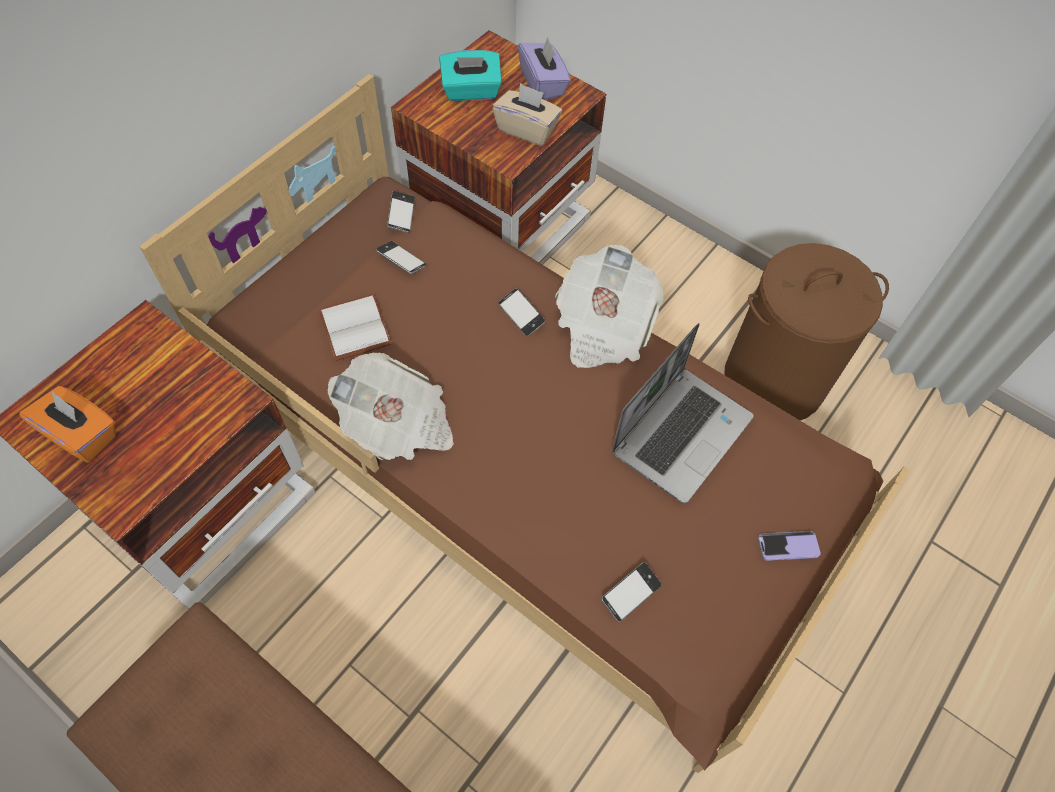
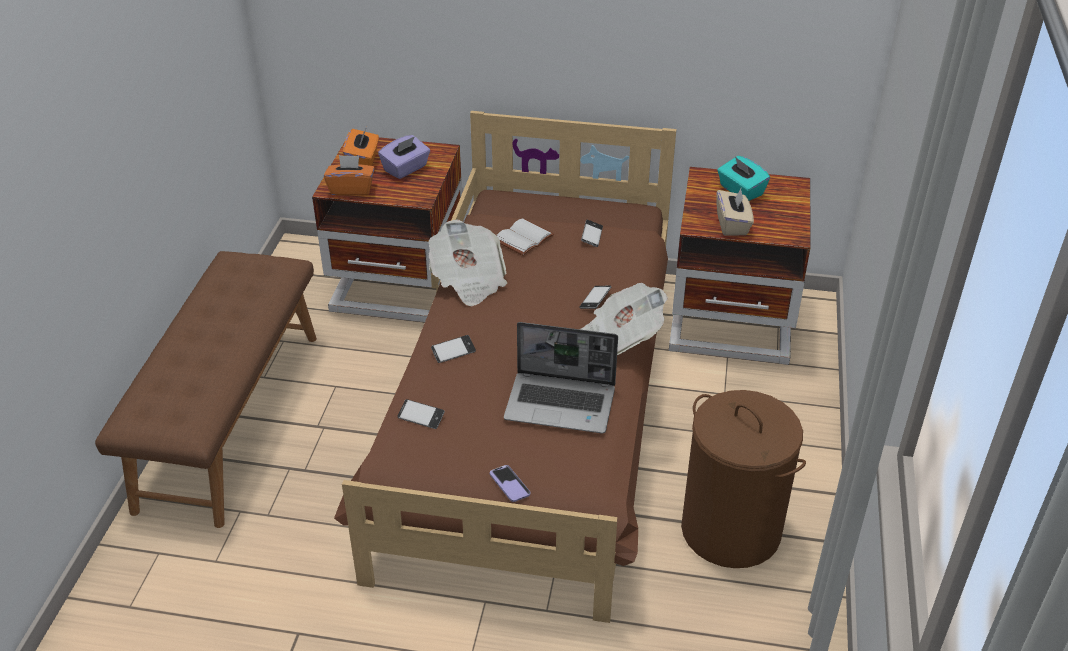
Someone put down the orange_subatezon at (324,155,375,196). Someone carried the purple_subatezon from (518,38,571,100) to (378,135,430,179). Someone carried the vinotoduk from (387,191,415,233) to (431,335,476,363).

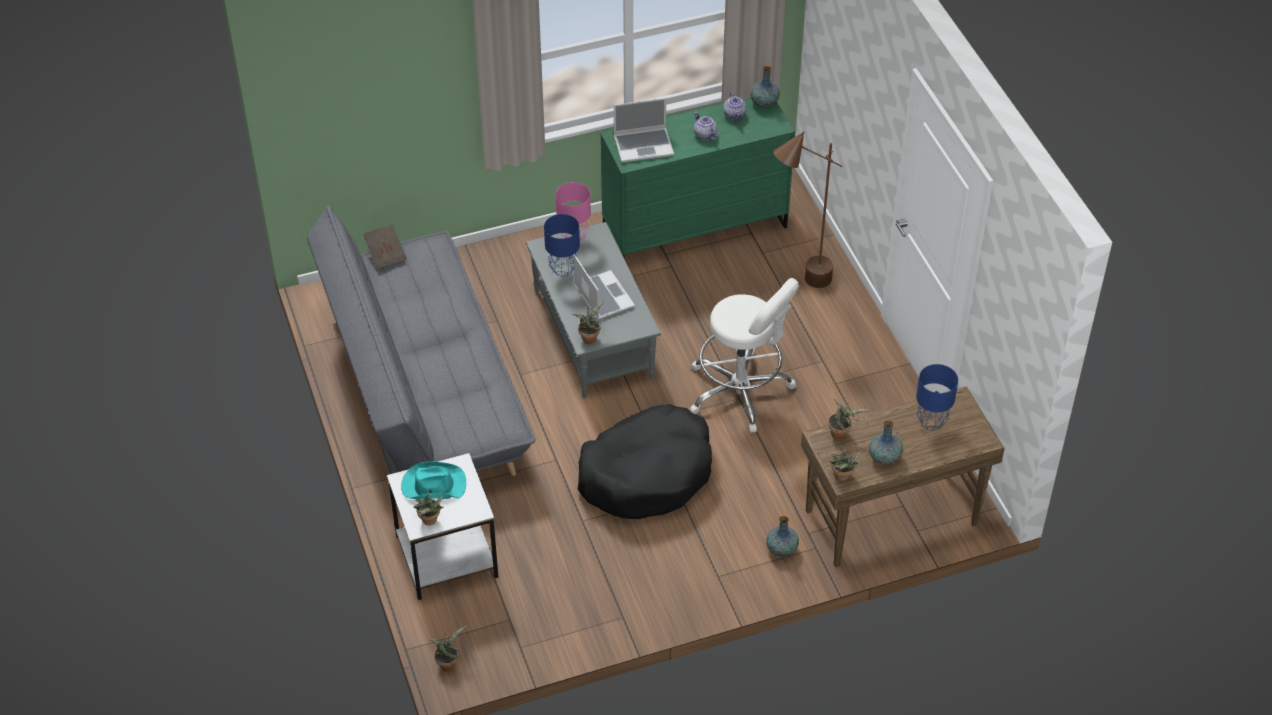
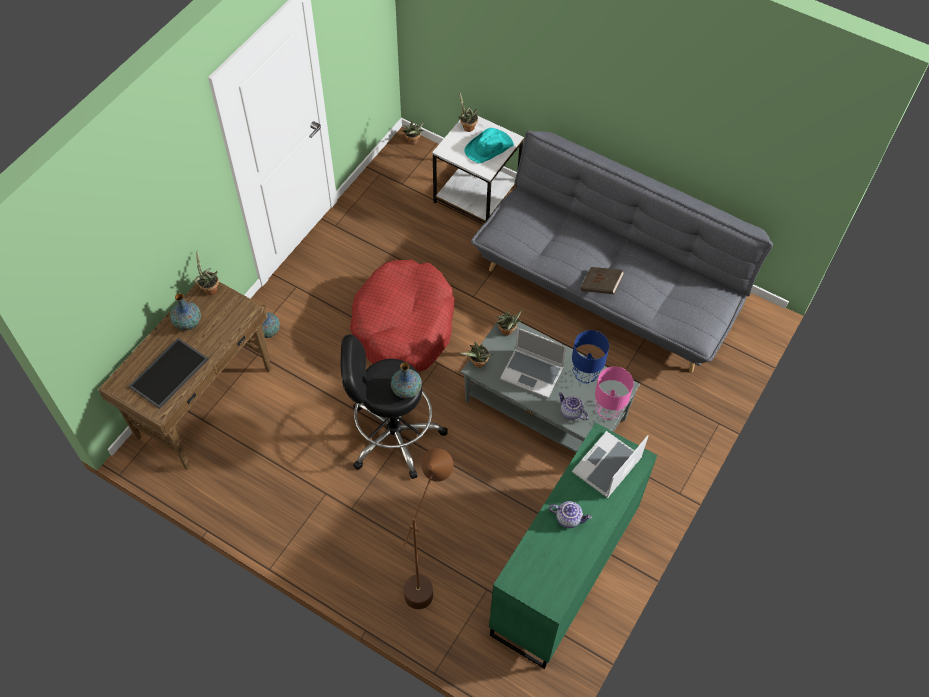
Someone swapped the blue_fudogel at (916,364,958,431) for the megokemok at (128,338,209,409). Someone repainted the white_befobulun at (690,278,799,433), which became the black_befobulun at (341,334,448,479). Someone repainted the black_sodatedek at (578,404,712,519), which became the red_sodatedek at (350,260,455,372). Someone carried the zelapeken from (750,66,780,108) to (391,362,422,399). Someone carried the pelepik from (828,399,869,439) to (460,341,493,368). Someone carried the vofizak from (723,92,746,121) to (558,392,588,420). Someone carried the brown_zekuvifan from (364,224,406,269) to (581,267,624,294).

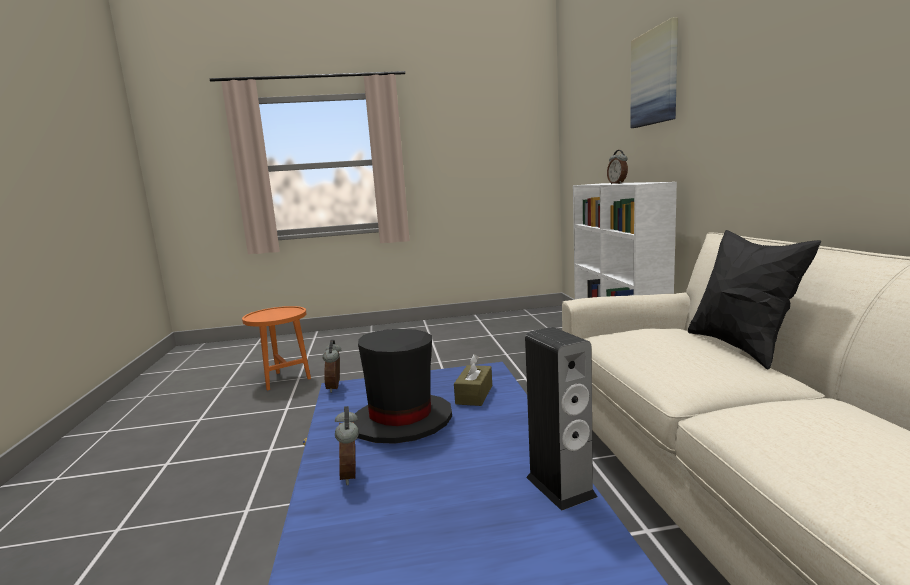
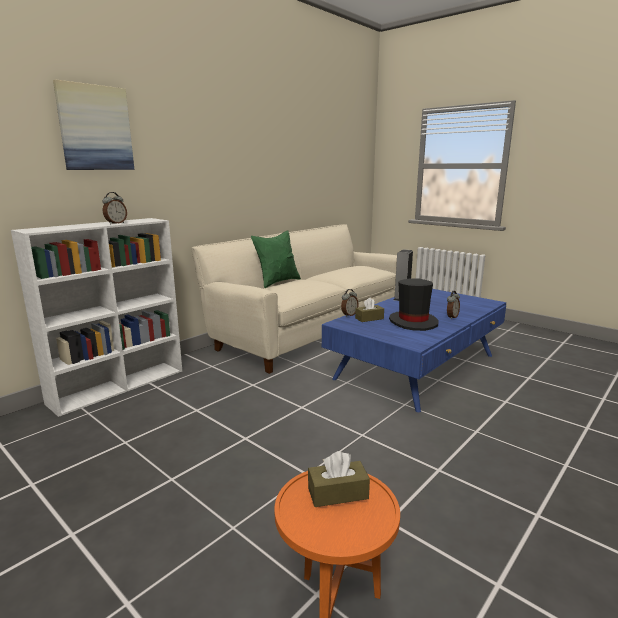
Someone repainted the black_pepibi at (688,230,821,369), which became the green_pepibi at (251,230,301,288). Someone put down the brown_subatezon at (308,451,370,507). Someone carried the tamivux from (323,340,341,393) to (341,289,358,317).

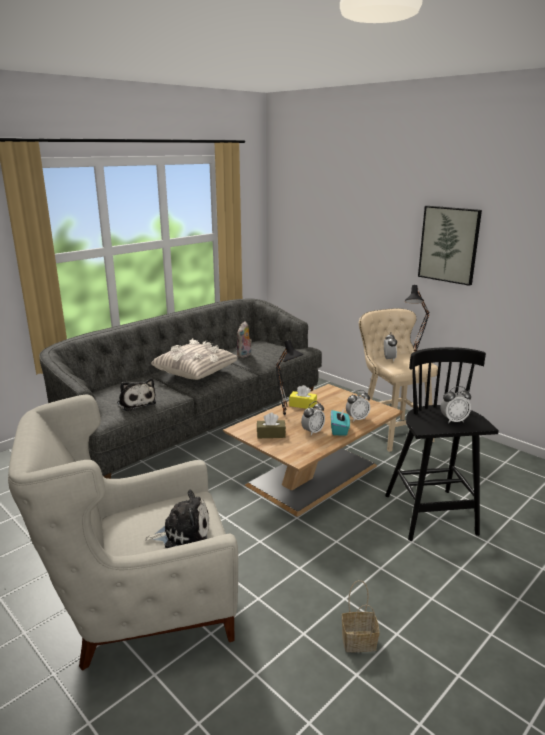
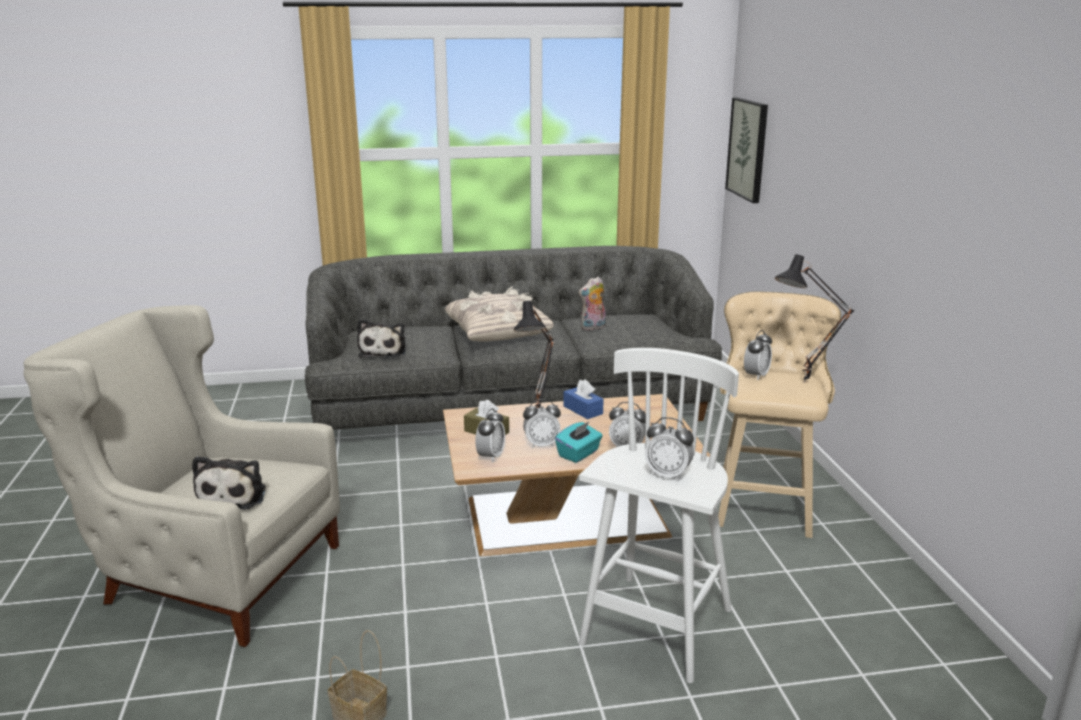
Someone rotated the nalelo at (145,489,209,548) by 60 degrees clockwise. Someone put down the tamivux at (475,408,505,463). Someone repainted the yellow_subatezon at (289,385,317,409), which became the blue_subatezon at (563,379,604,419). Someone repainted the black_befobulun at (385,347,499,541), which became the white_befobulun at (579,348,739,683). Someone carried the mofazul from (418,206,482,286) to (725,98,768,203).

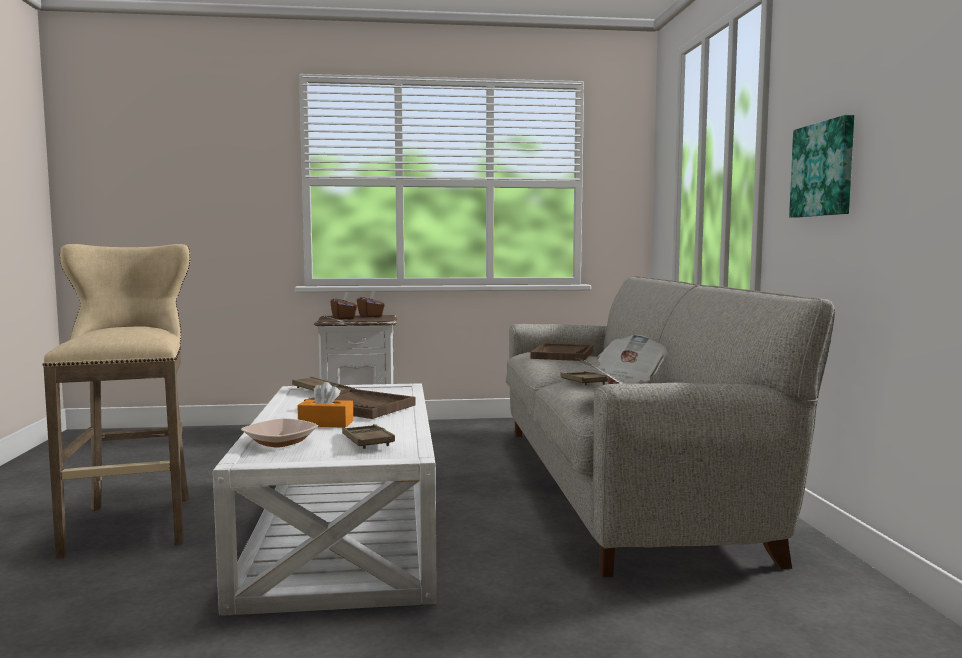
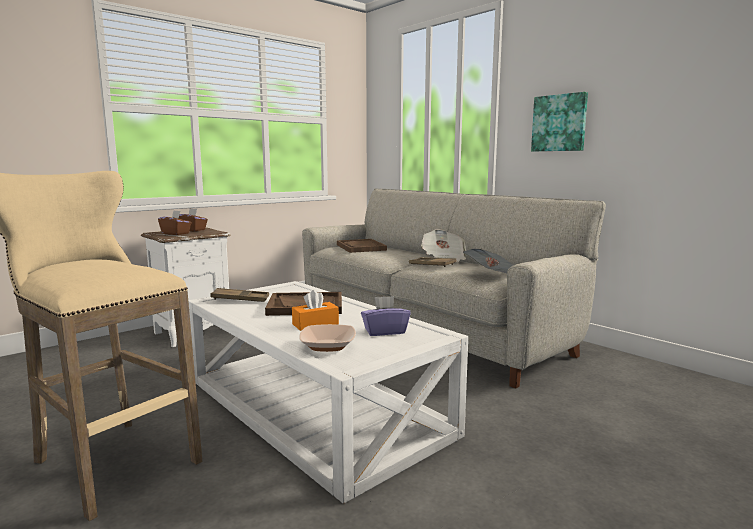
Someone swapped the brown_megokemok at (342,424,395,449) for the purple_subatezon at (361,296,411,336).

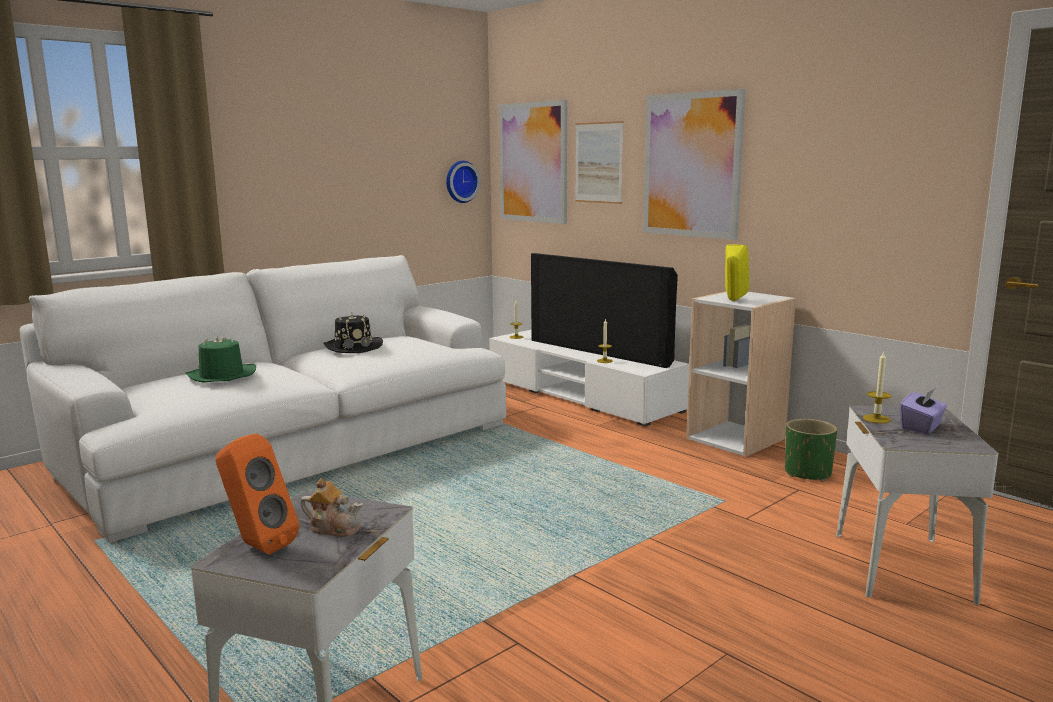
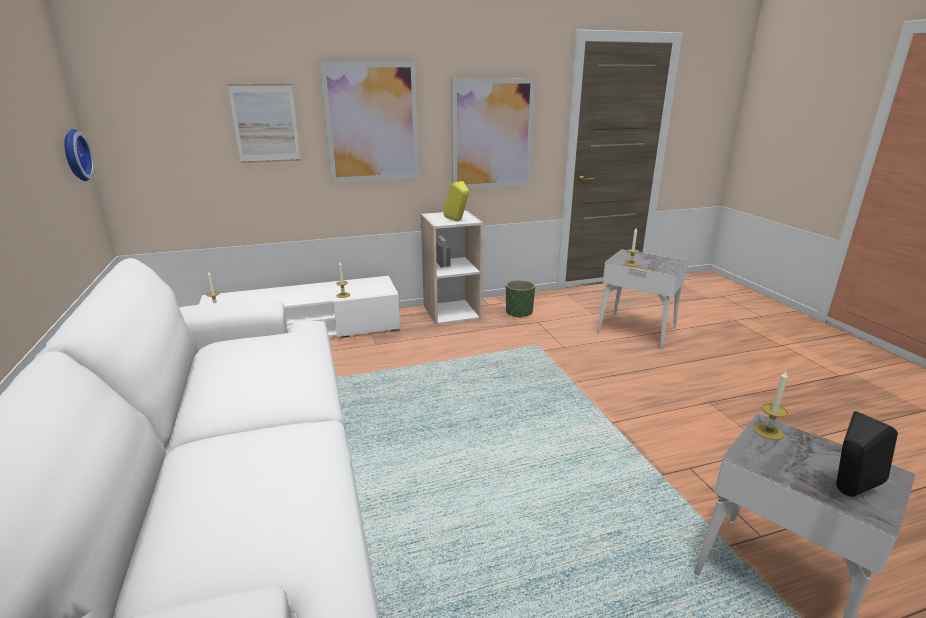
Someone carried the mofazul from (499,100,567,224) to (451,78,535,189). Someone put down the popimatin at (754,371,788,440). Someone repainted the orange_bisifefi at (215,434,299,555), which became the black_bisifefi at (836,411,898,497). Someone took away the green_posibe at (186,335,256,383). Someone took away the vofizak at (300,478,363,537). Someone took away the black_posibe at (323,313,383,353). Someone took away the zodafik at (531,253,678,368). Someone took away the purple_subatezon at (900,388,947,434).

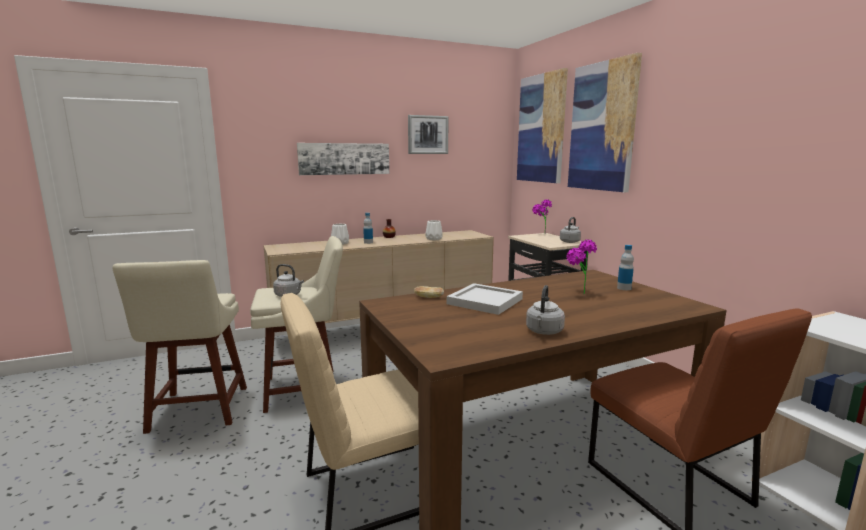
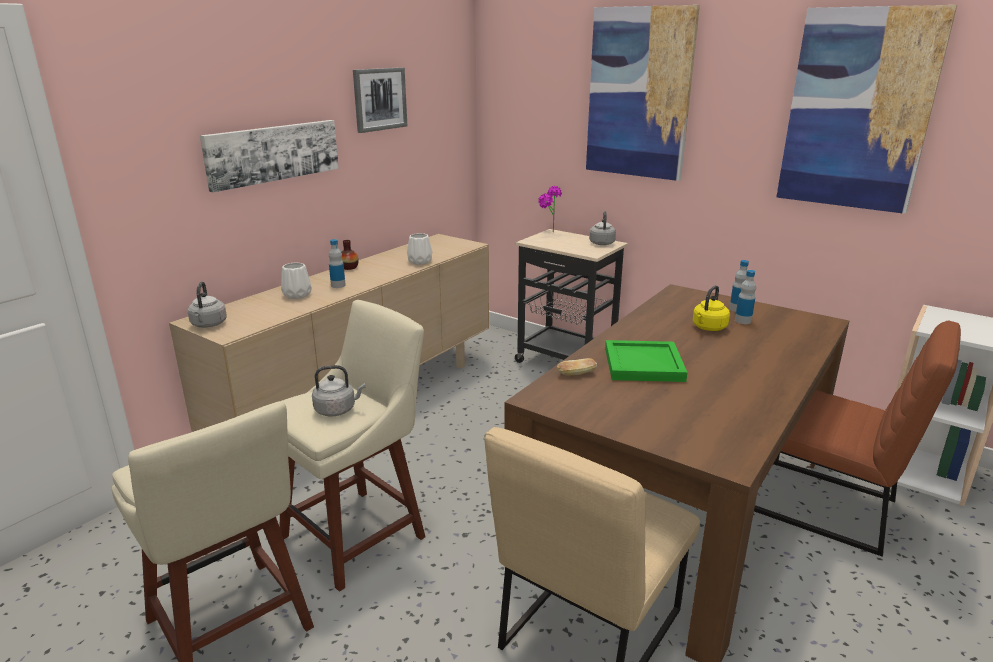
Someone carried the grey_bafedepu from (526,285,565,335) to (188,282,227,328). Someone repainted the white_megokemok at (447,283,523,315), which became the green_megokemok at (605,340,688,382). Someone swapped the pelepik at (566,240,597,294) for the yellow_bafedepu at (693,285,730,331). Someone put down the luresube at (735,270,756,324). Someone carried the mofazul from (517,68,568,183) to (776,5,957,214).

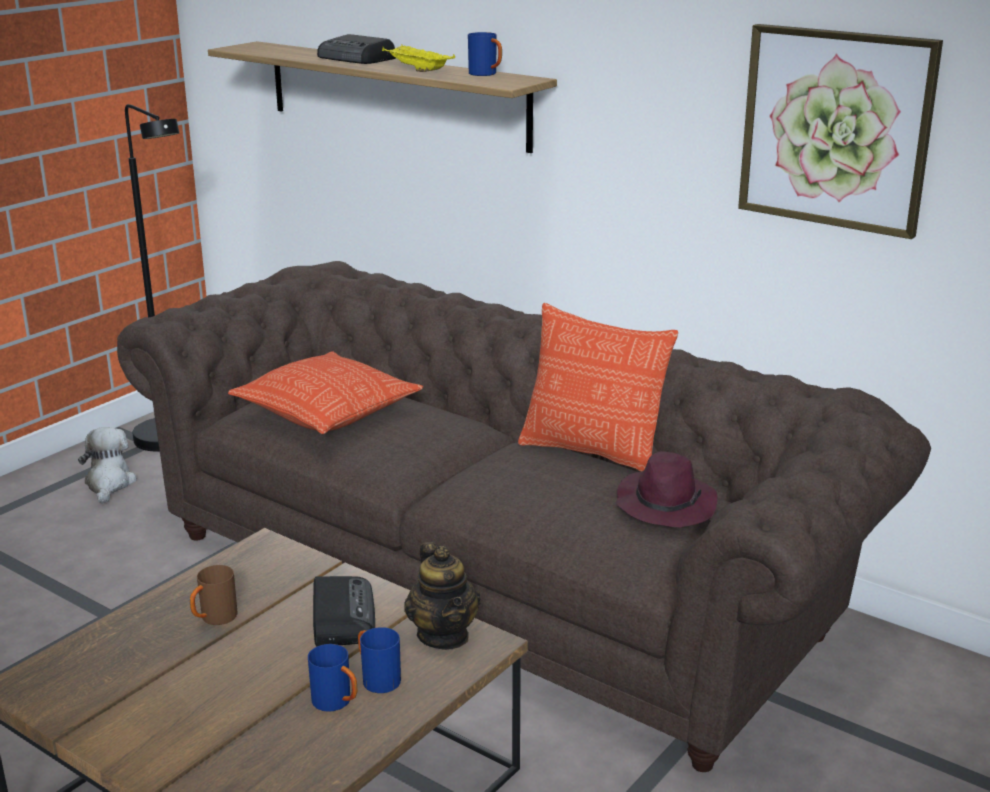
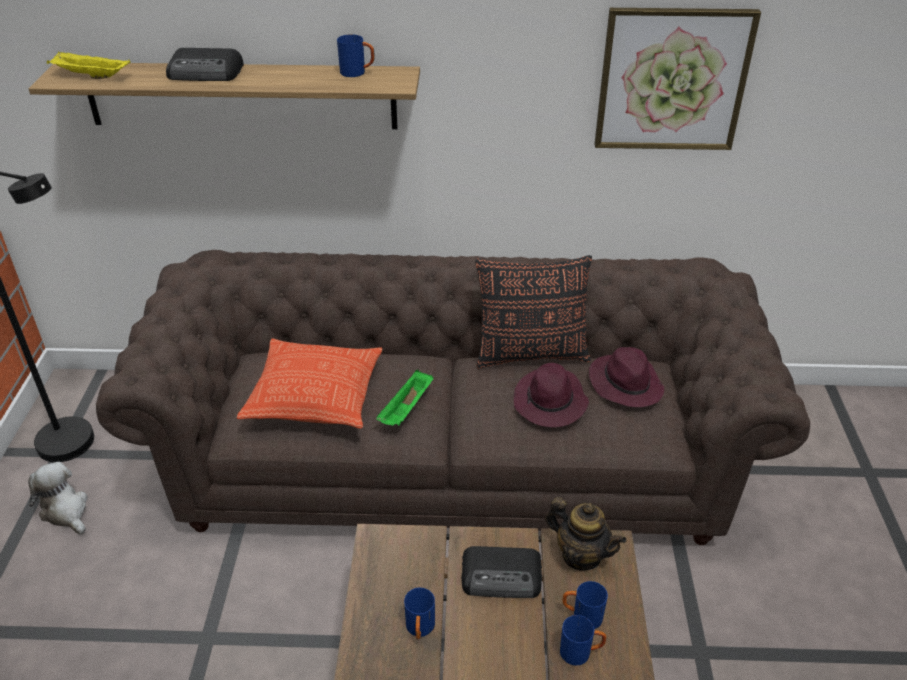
Someone carried the yellow_megokemok from (382,45,455,72) to (47,52,130,79). Someone put down the green_megokemok at (376,370,433,426). Someone repainted the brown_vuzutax at (190,565,237,625), which became the blue_vuzutax at (404,588,435,639). Someone rotated the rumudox at (313,576,375,647) by 135 degrees clockwise. Someone repainted the orange_pepibi at (518,303,678,471), which became the black_pepibi at (475,255,592,368). Someone put down the purple_posibe at (514,363,589,427).

